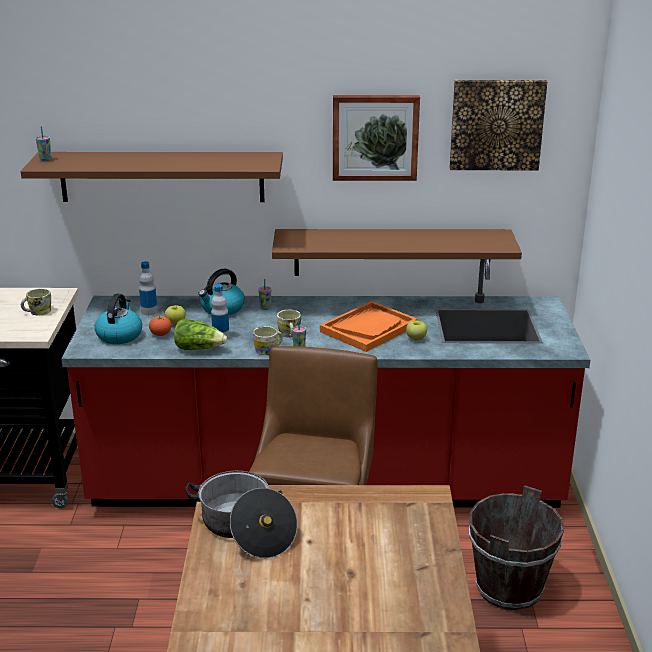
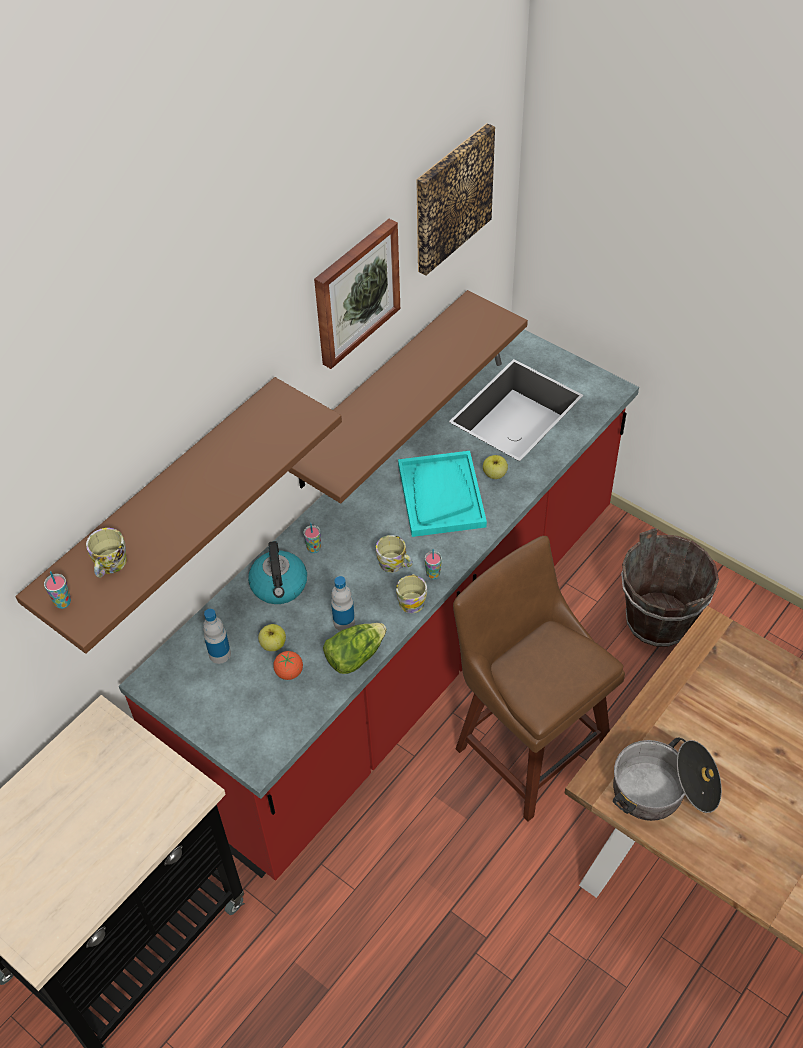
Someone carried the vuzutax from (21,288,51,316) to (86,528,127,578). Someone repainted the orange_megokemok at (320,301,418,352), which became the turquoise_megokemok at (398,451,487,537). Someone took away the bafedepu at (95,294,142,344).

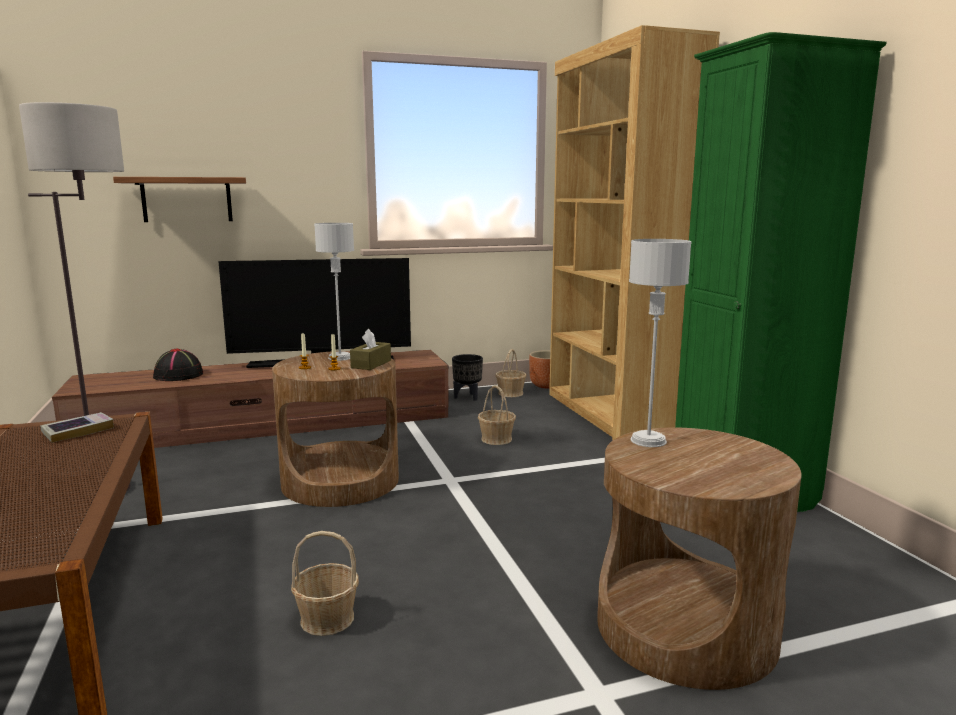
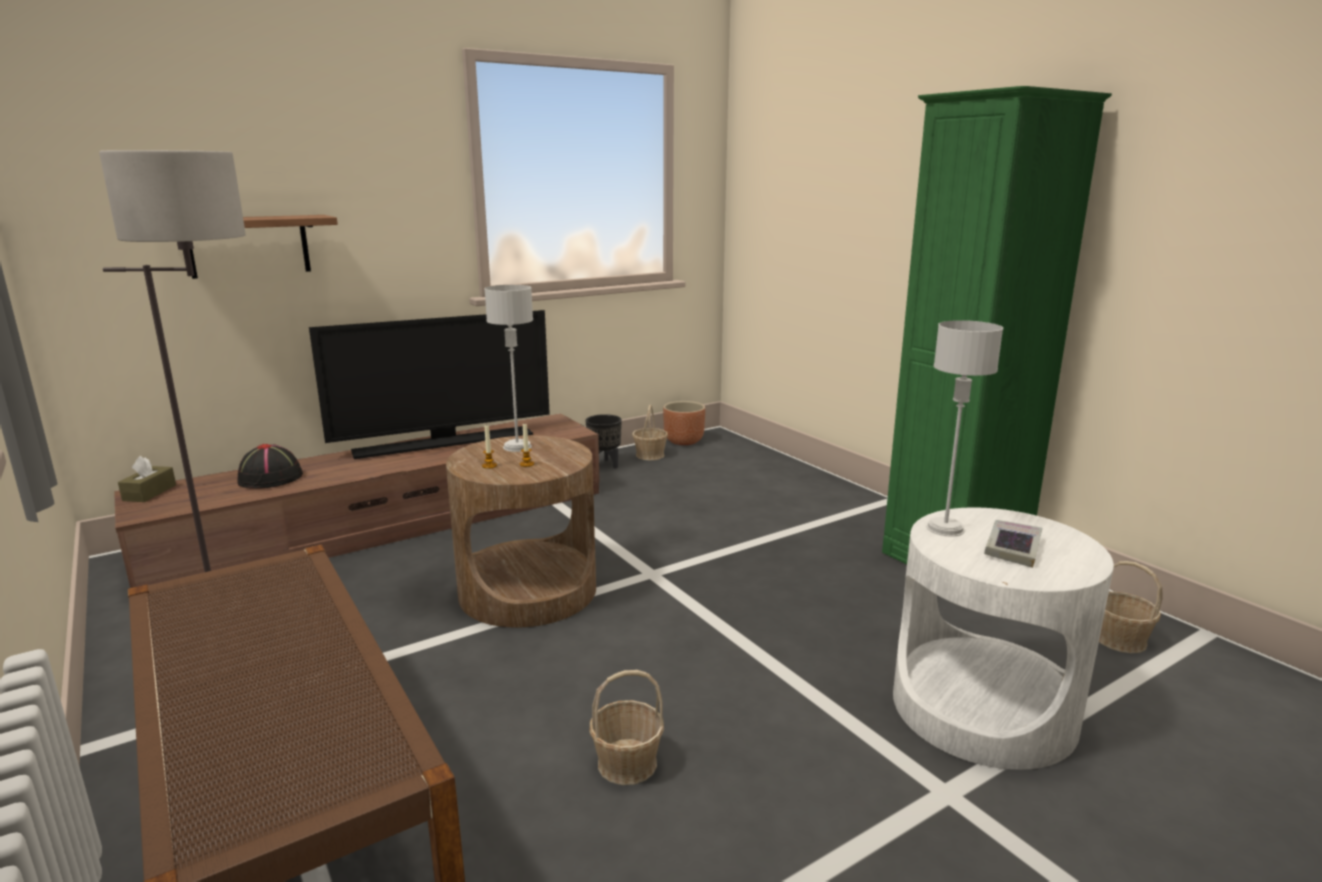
Someone carried the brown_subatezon from (350,329,391,370) to (118,456,176,502). Someone repainted the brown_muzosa at (597,427,802,690), which became the white_muzosa at (893,507,1114,770). Someone carried the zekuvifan from (40,412,114,443) to (984,520,1043,568). Someone carried the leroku from (478,385,516,445) to (1099,561,1162,653). Someone took away the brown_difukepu at (549,25,720,440).

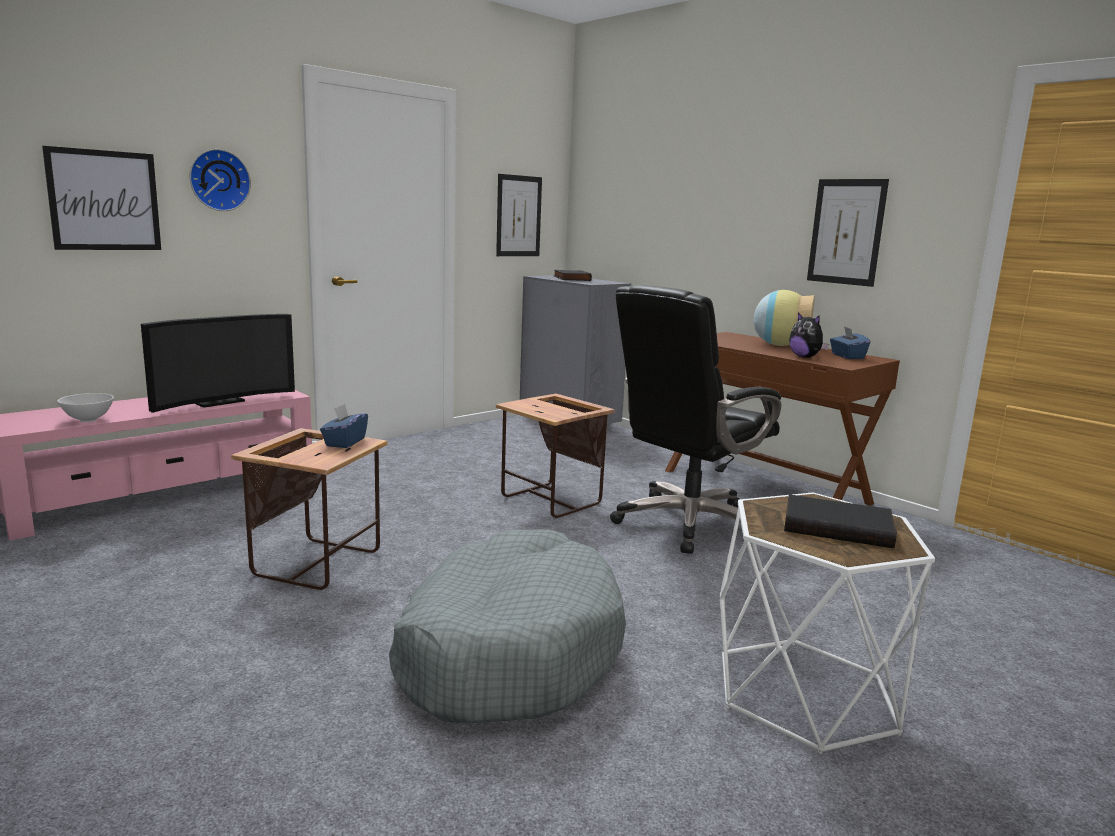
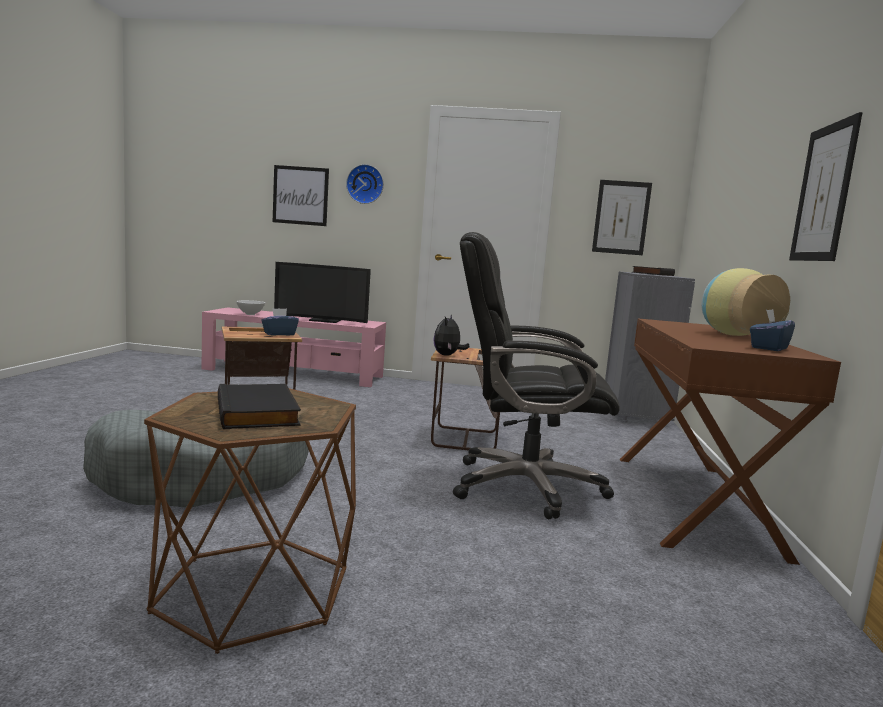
Someone repainted the white_muzosa at (720,493,935,754), which became the brown_muzosa at (144,388,356,654). Someone carried the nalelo from (789,312,829,358) to (433,315,470,356).

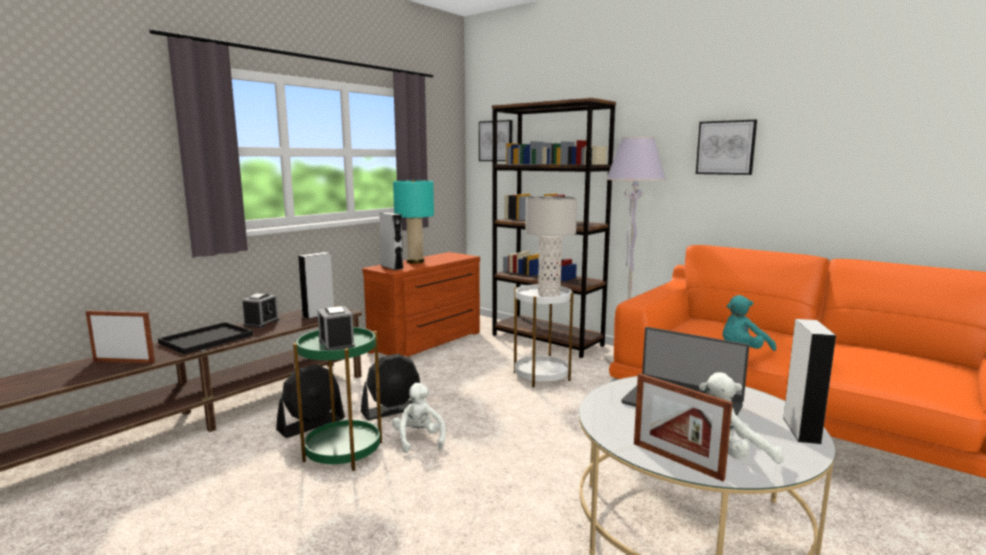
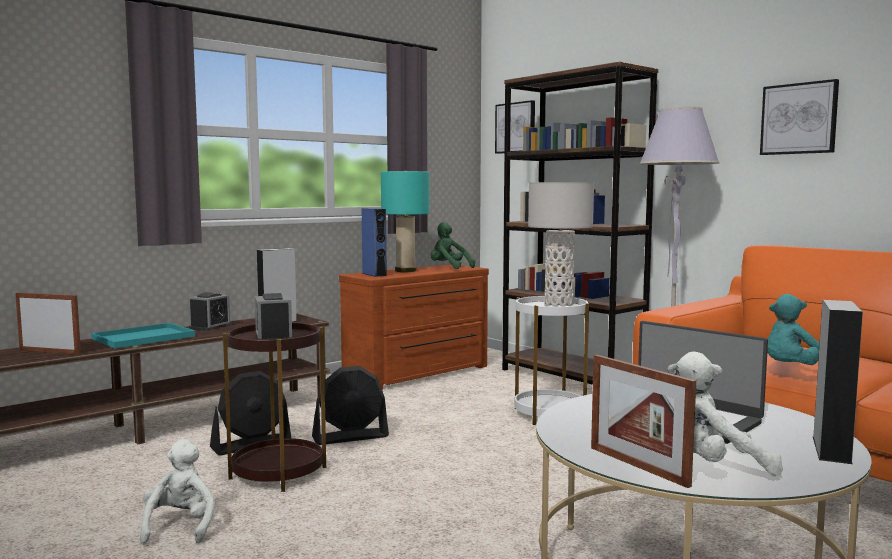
Someone repainted the black_megokemok at (158,322,253,354), which became the turquoise_megokemok at (91,323,195,349). Someone carried the white_nalelo from (392,383,446,453) to (140,439,215,544). Someone repainted the green_muzosa at (293,327,382,471), which became the brown_muzosa at (223,323,326,492). Someone repainted the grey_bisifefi at (379,213,403,270), which became the blue_bisifefi at (362,208,387,277). Someone put down the green_nalelo at (430,222,475,269).

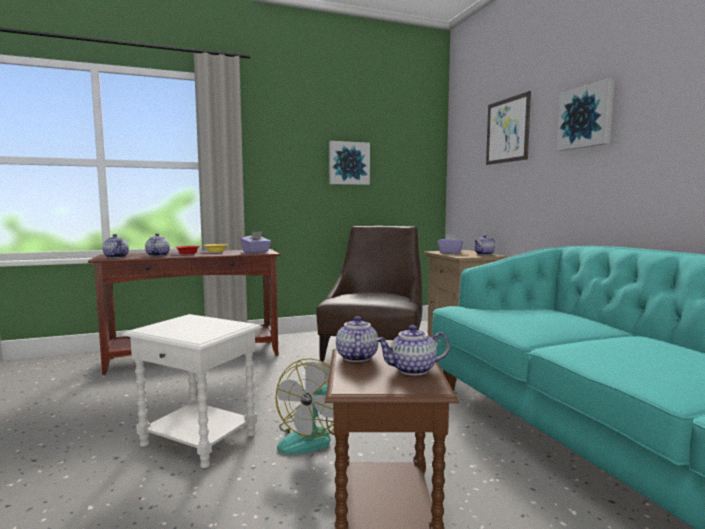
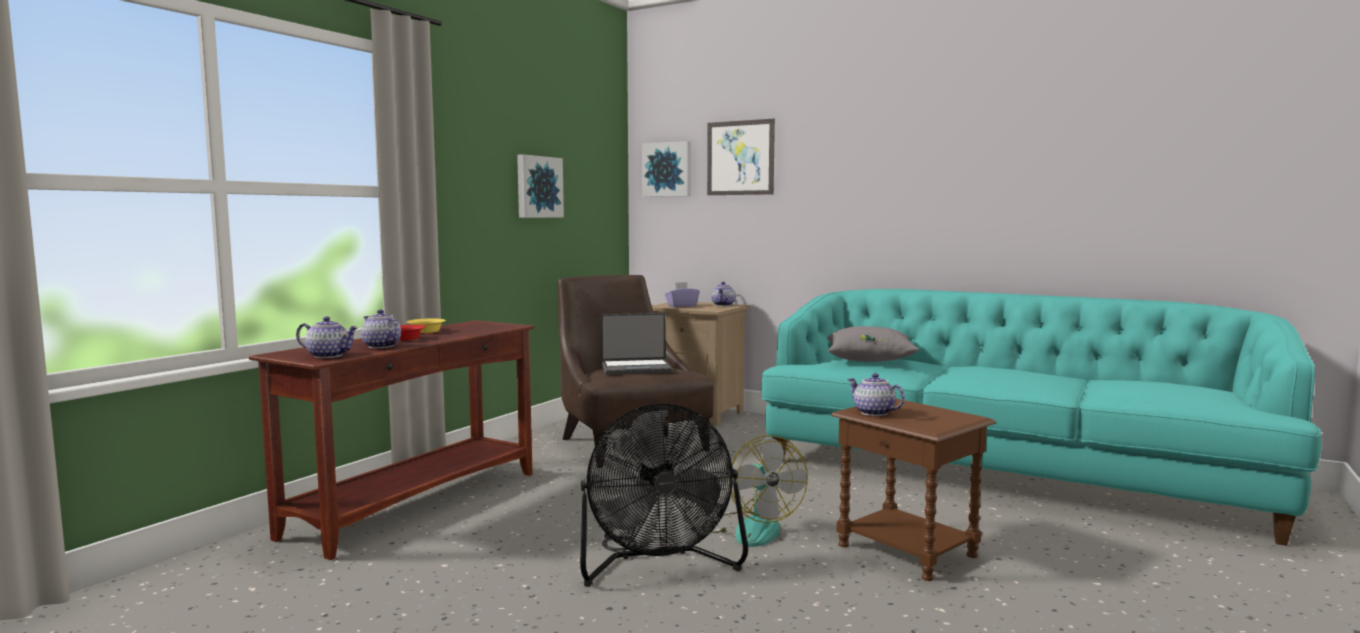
Someone swapped the white_muzosa at (122,314,262,468) for the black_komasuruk at (580,404,748,587). Someone put down the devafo at (601,313,673,375). Someone carried the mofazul from (557,78,615,151) to (642,141,691,197). Someone put down the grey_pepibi at (827,326,919,362). Someone took away the purple_subatezon at (240,231,271,253). Someone took away the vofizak at (375,325,450,375).

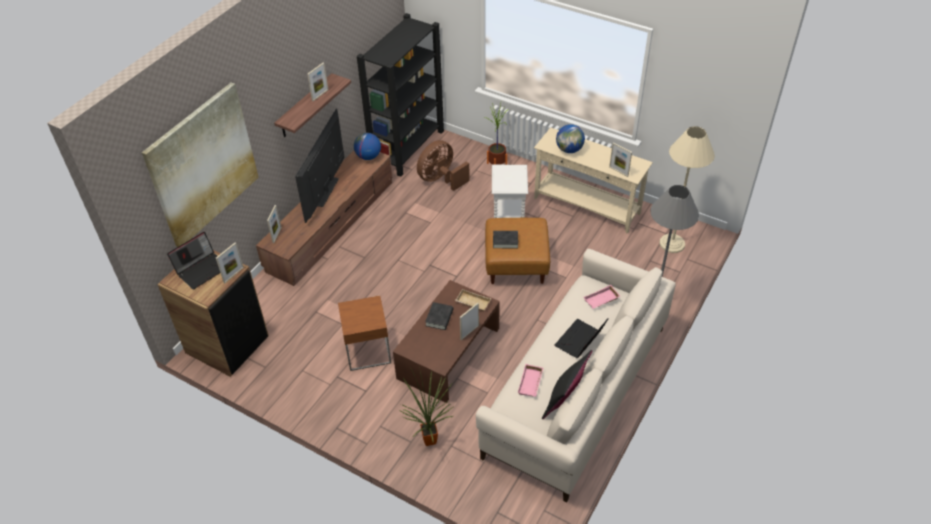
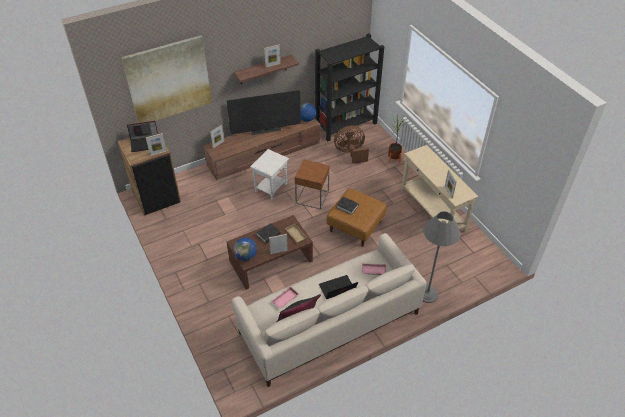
Someone rotated the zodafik at (295,109,344,223) by 150 degrees counterclockwise. Someone carried the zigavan from (556,124,585,153) to (234,238,257,261). Someone carried the white_muzosa from (492,165,528,218) to (250,149,289,199). Someone carried the brown_muzosa from (338,296,391,371) to (295,160,330,209). Someone took away the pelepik at (399,367,454,446). Someone took away the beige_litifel at (659,126,715,253).

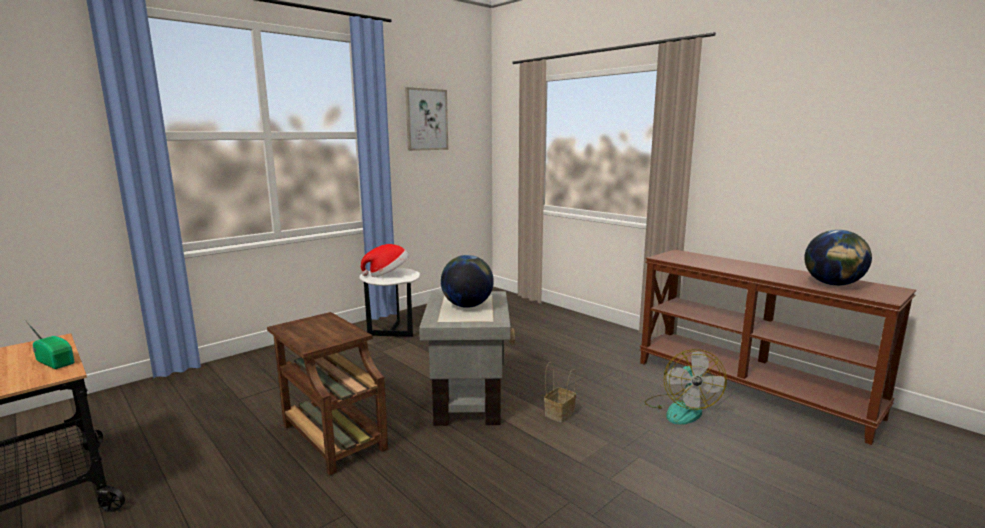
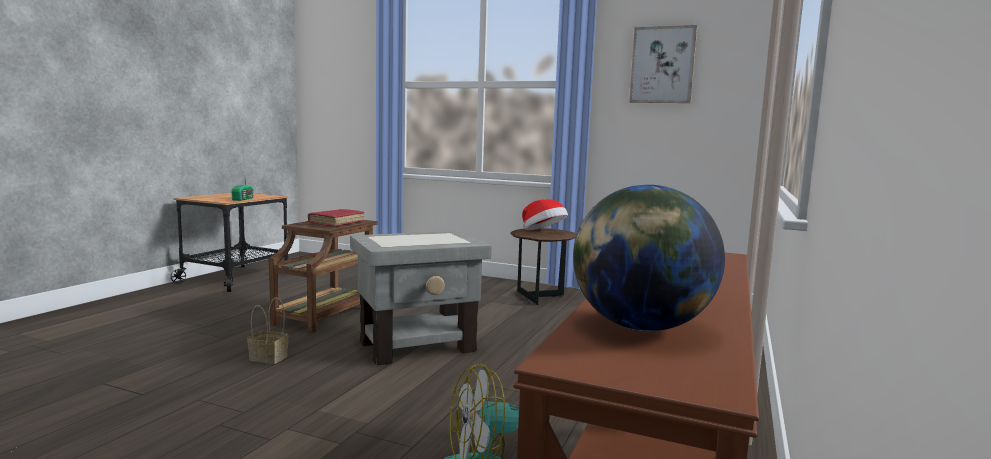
Someone carried the leroku from (544,362,576,423) to (247,297,289,364). Someone put down the red_zekuvifan at (308,209,364,227). Someone repainted the white_muzosa at (360,268,420,337), which became the brown_muzosa at (510,228,577,305). Someone took away the zigavan at (441,255,494,308).

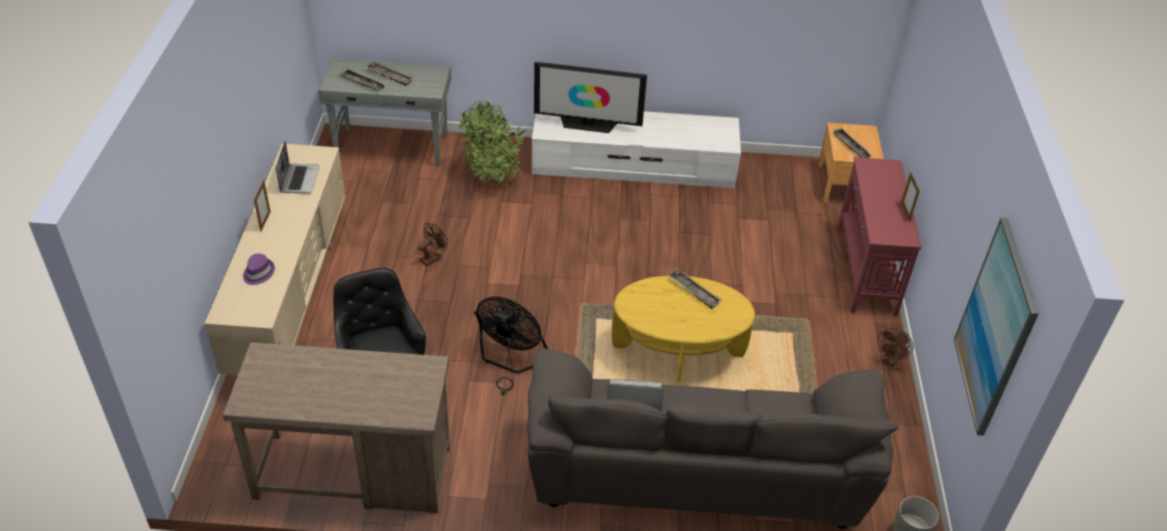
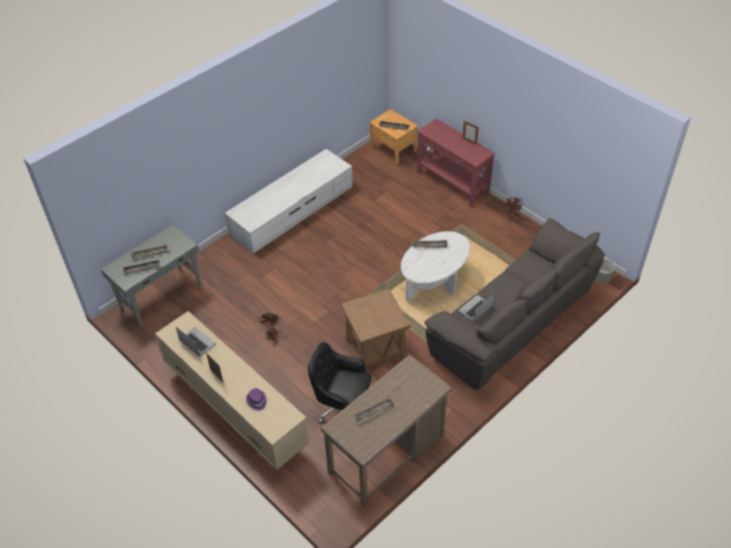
Someone swapped the black_komasuruk at (474,297,548,395) for the brown_muzosa at (341,288,410,370). Someone put down the megokemok at (353,397,395,424). Someone repainted the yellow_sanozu at (612,276,755,383), which became the white_sanozu at (401,231,470,303). Someone took away the pelepik at (459,100,527,186). Someone took away the zodafik at (534,62,647,133). Someone took away the mofazul at (954,218,1039,436).

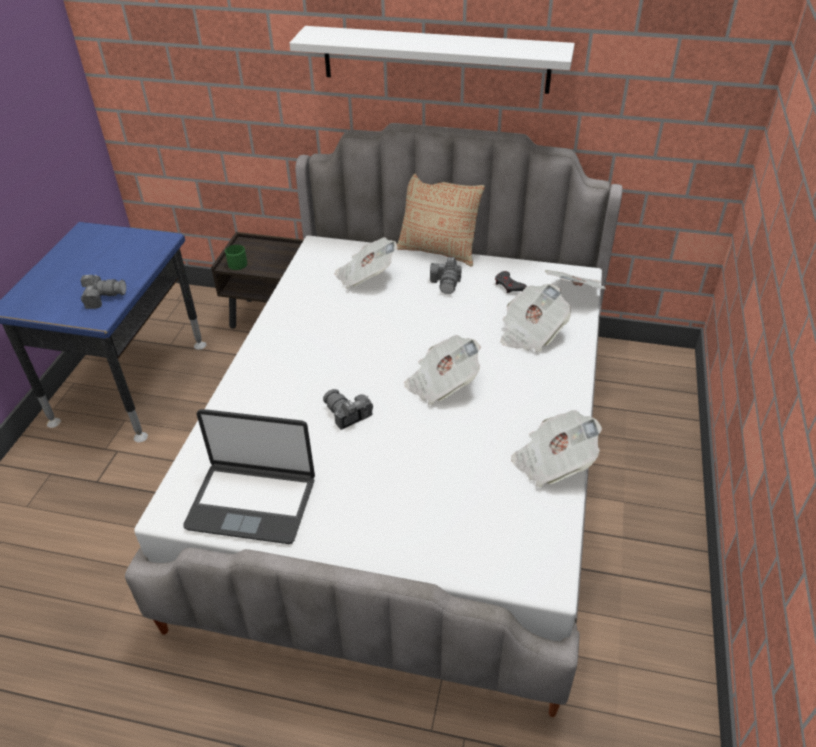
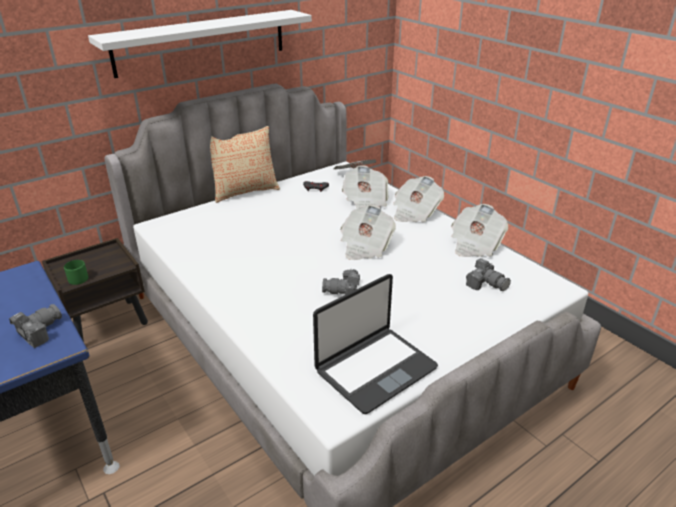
Someone carried the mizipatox from (335,237,398,289) to (393,176,444,222). Someone carried the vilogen from (430,257,462,294) to (466,258,511,291).

